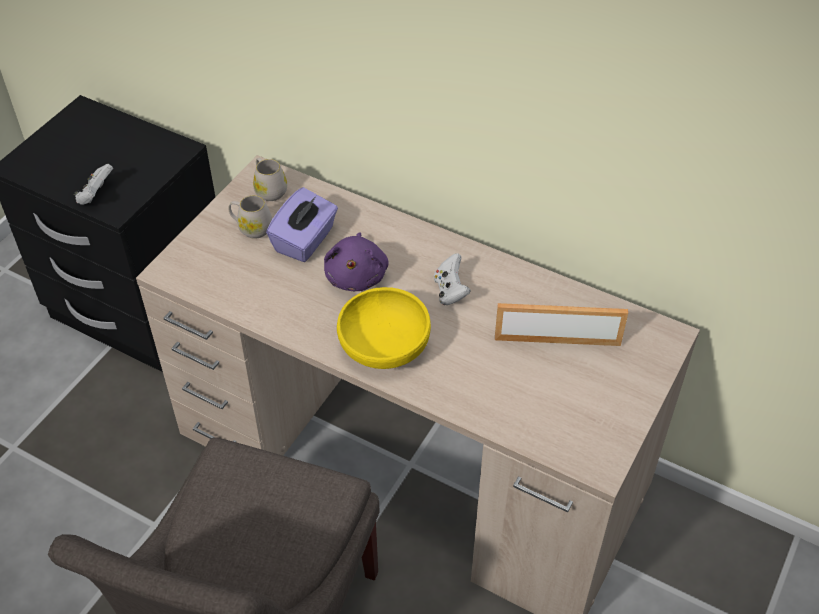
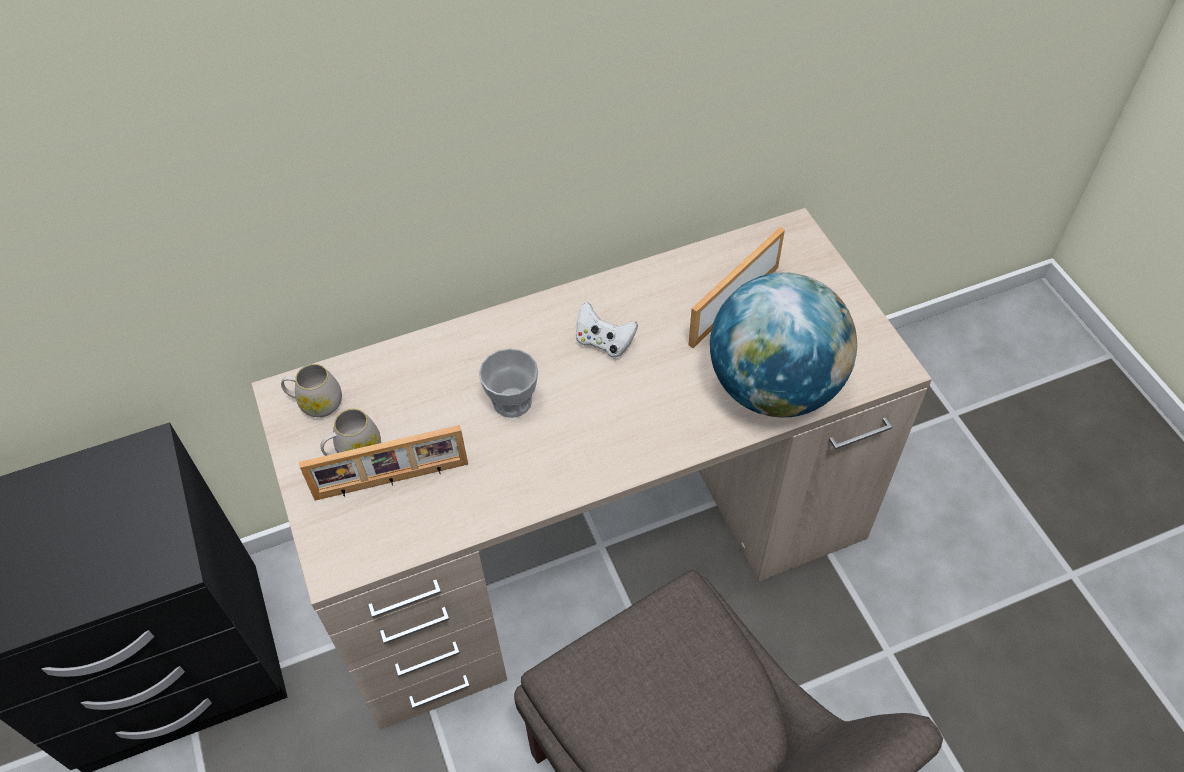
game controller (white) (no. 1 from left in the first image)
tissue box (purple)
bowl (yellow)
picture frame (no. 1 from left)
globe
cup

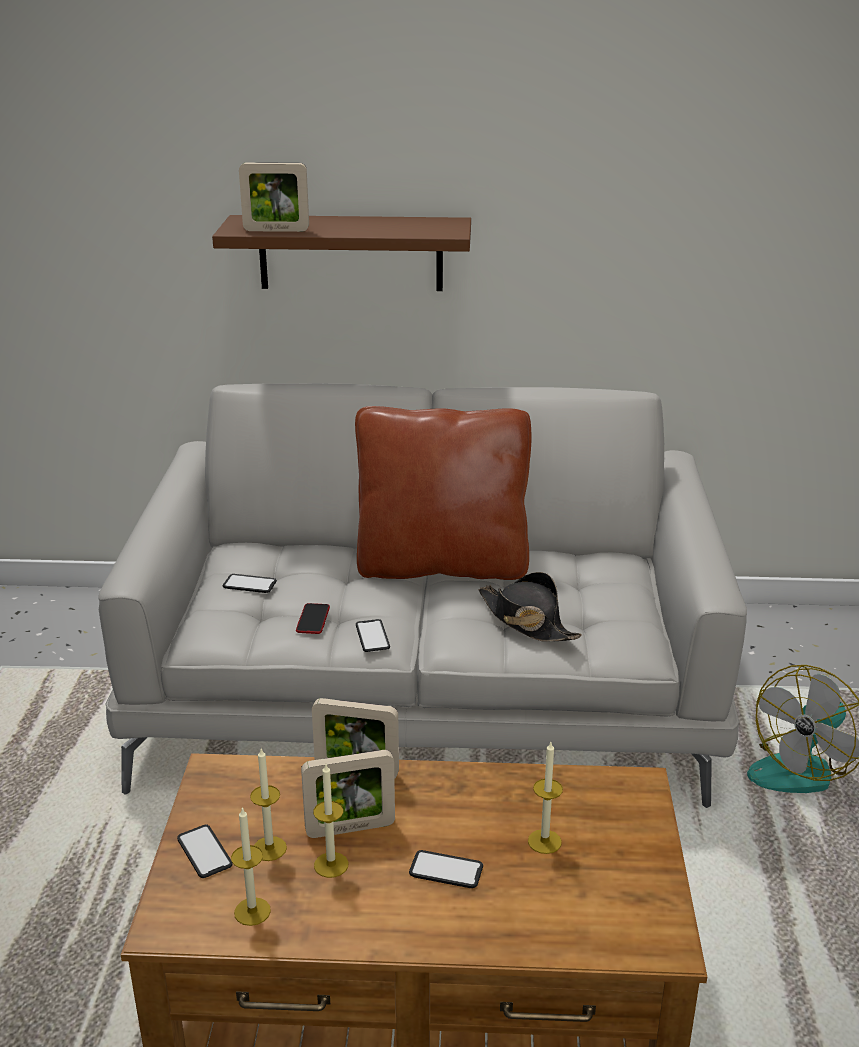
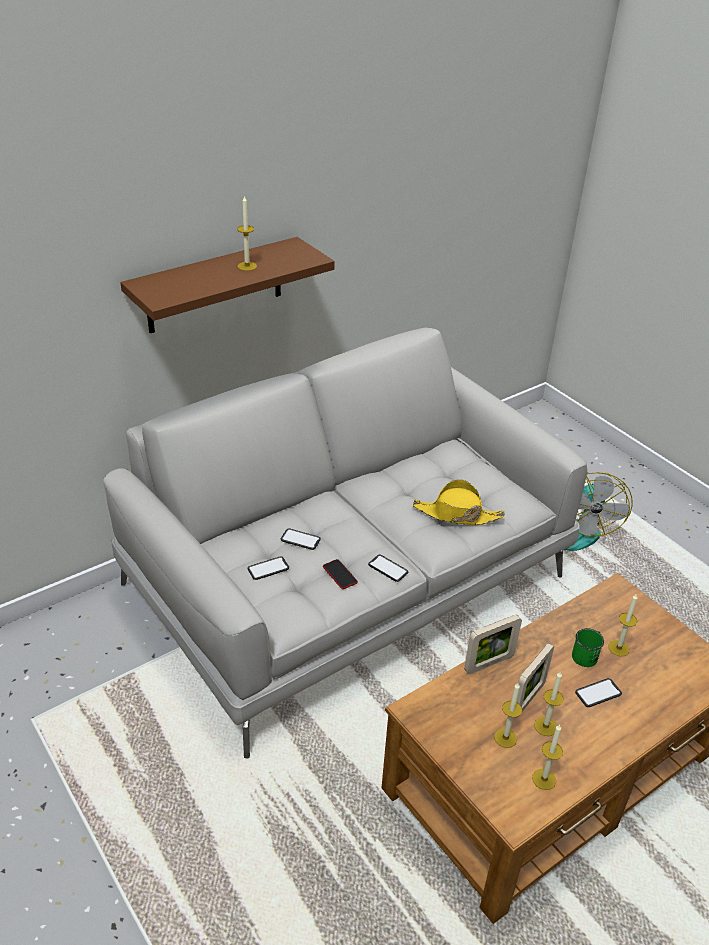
picture frame (no. 1 from left in the first image)
pillow (brown)
candle (no. 1 from left)
mug (green)
phone (no. 2 from left)
hat (yellow)

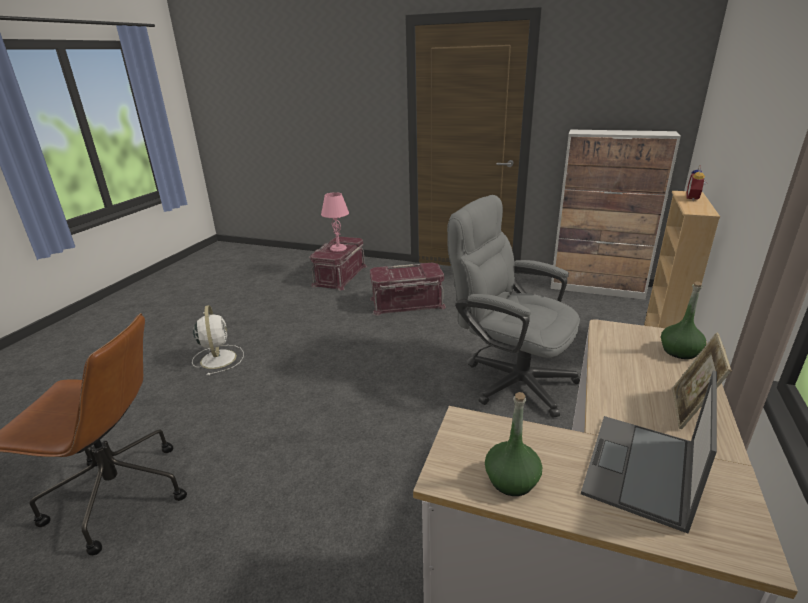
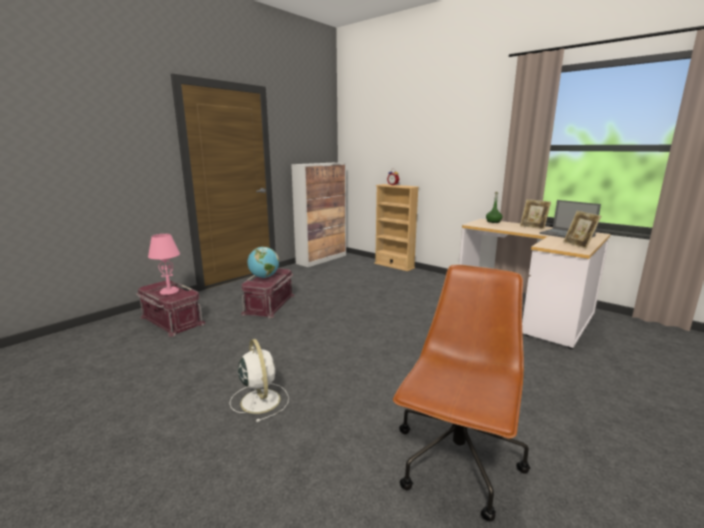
office chair (grey)
globe
picture frame (no. 2 from left)
fan (white)

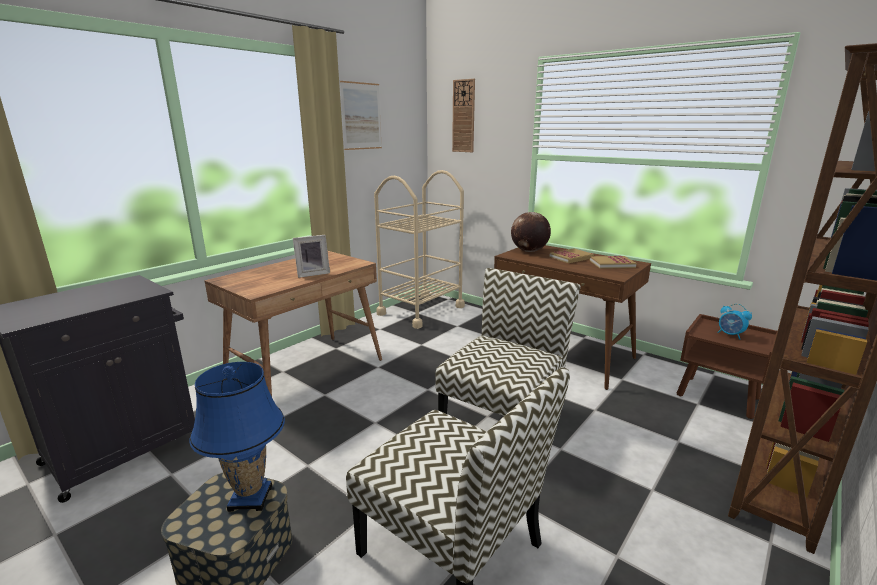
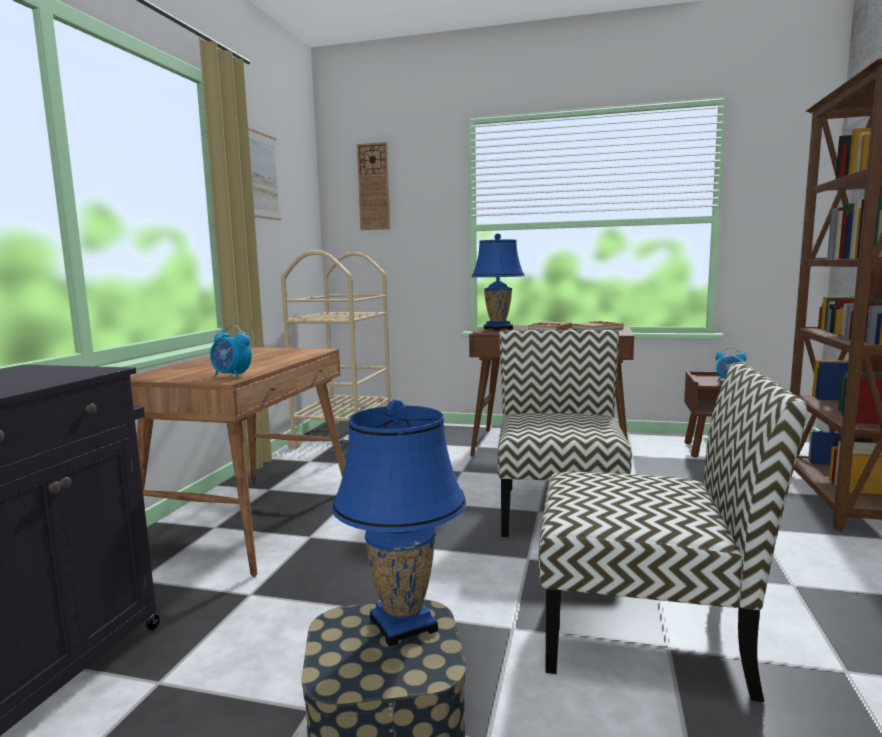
picture frame
alarm clock (no. 1 from left)
table lamp (blue) (no. 2 from left)

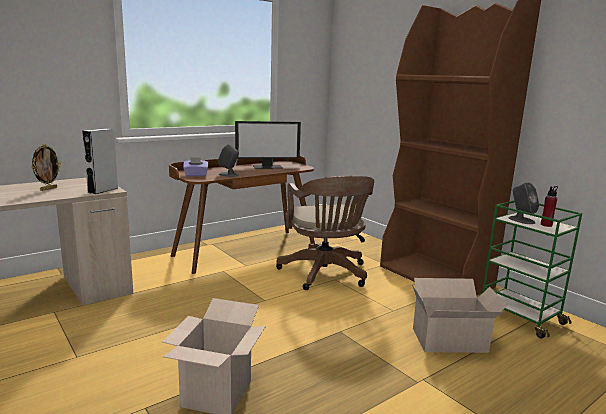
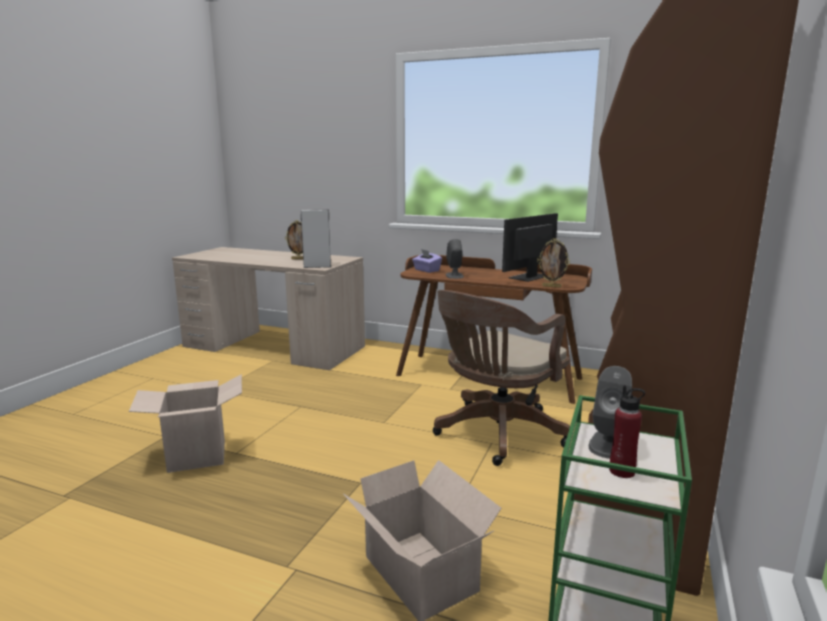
picture frame (no. 2 from left)
monitor

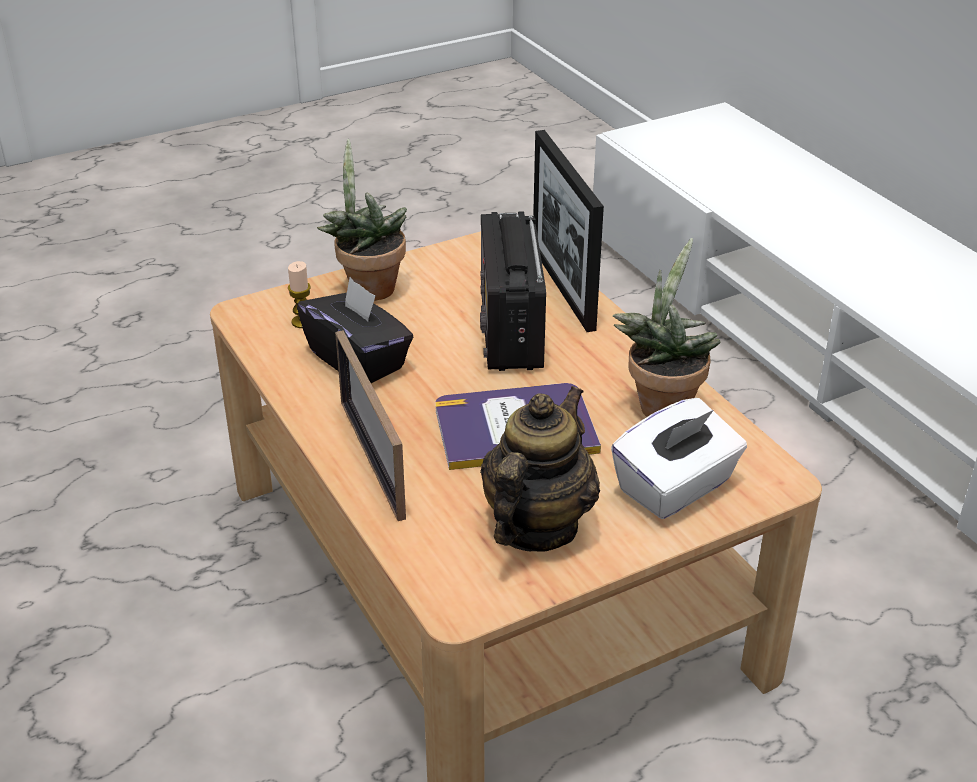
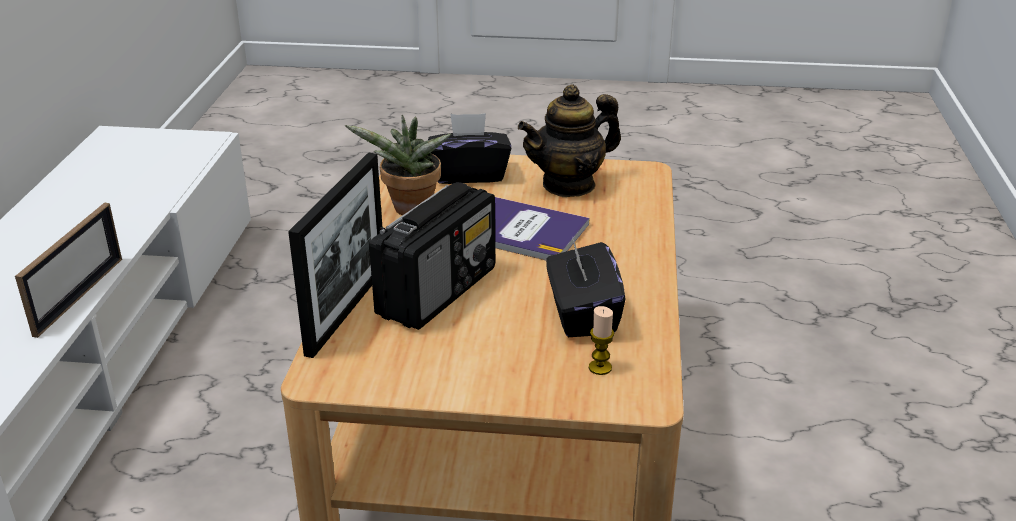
potted plant (no. 1 from left in the first image)
picture frame (no. 1 from left)
tissue box (black) (no. 1 from left)

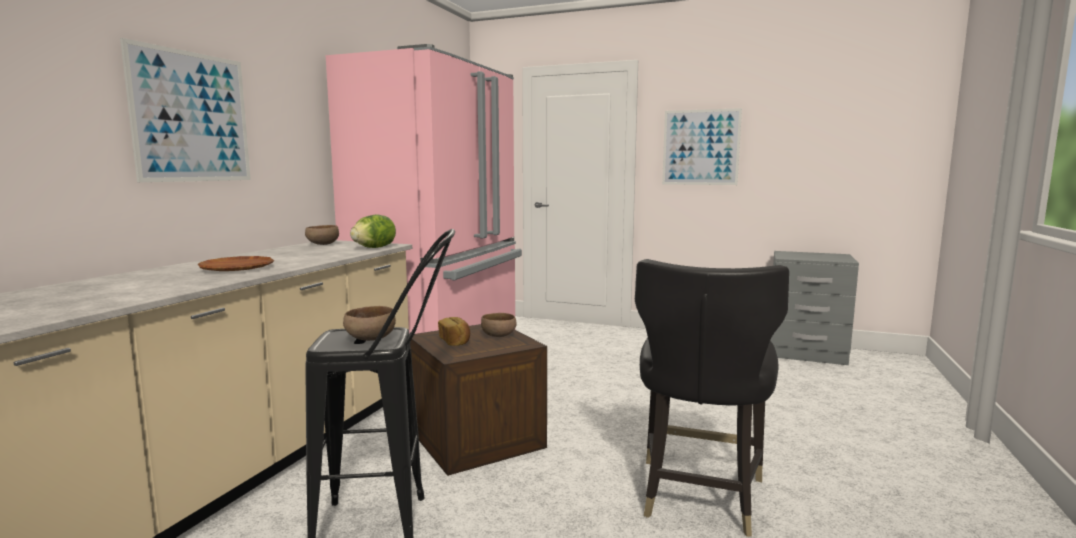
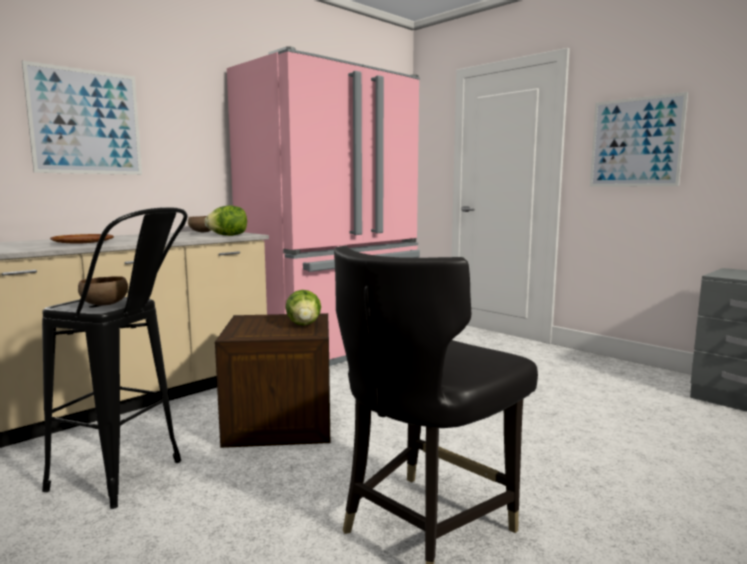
bread
lettuce (no. 2 from left)

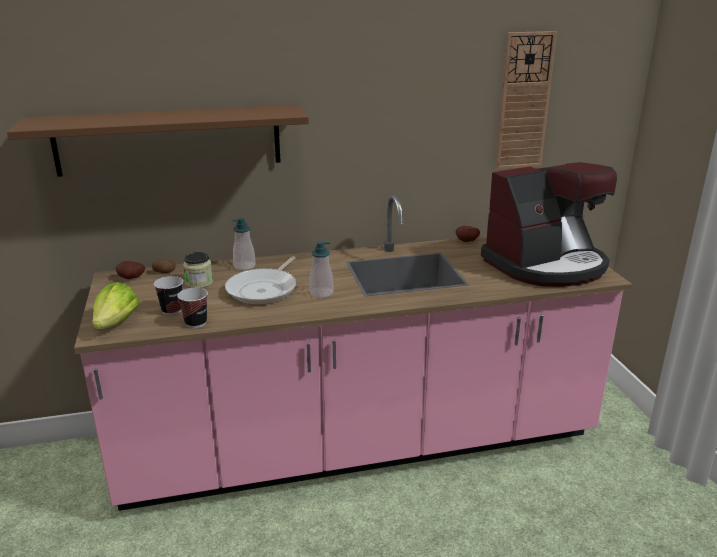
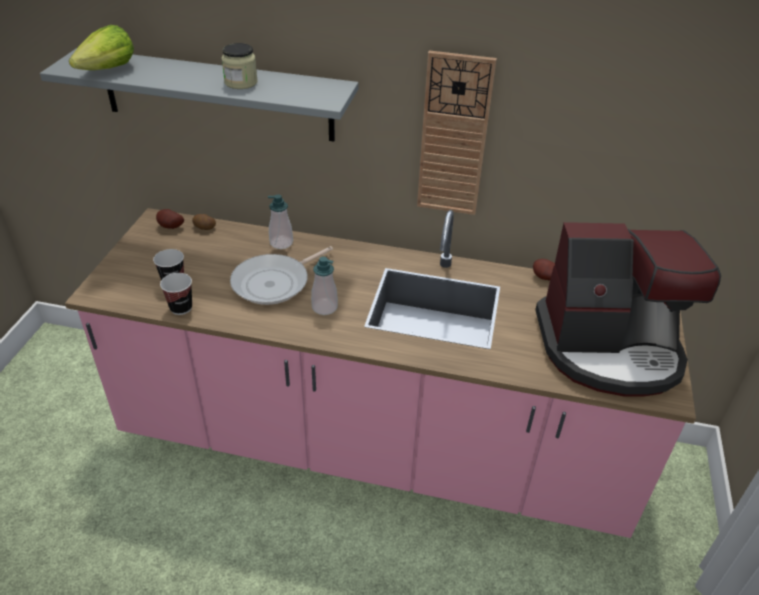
lettuce
jar
wall clock
shelf (grey)

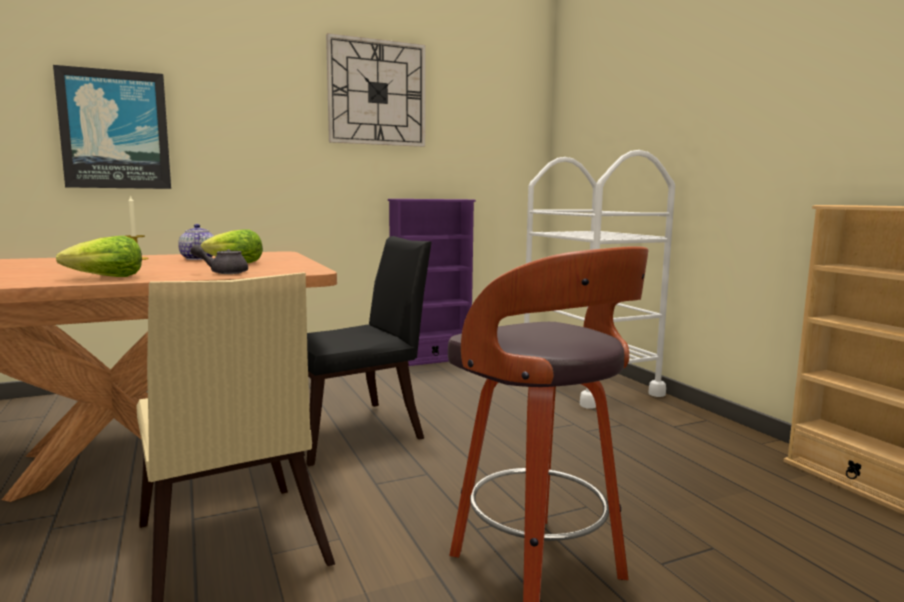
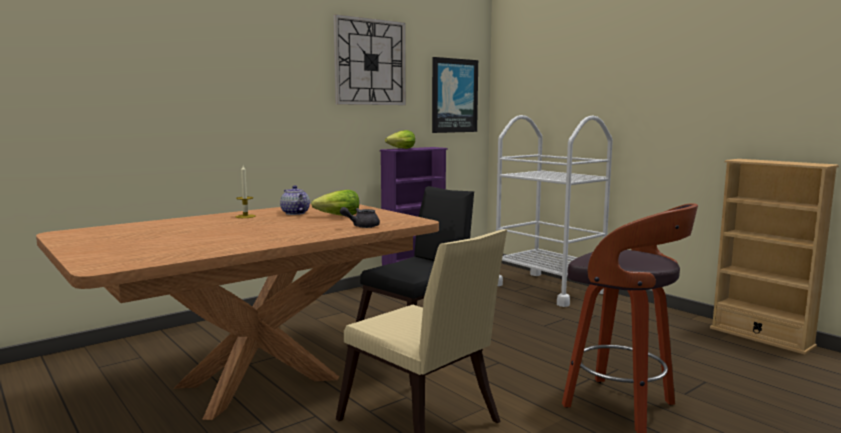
picture
lettuce (no. 2 from left)

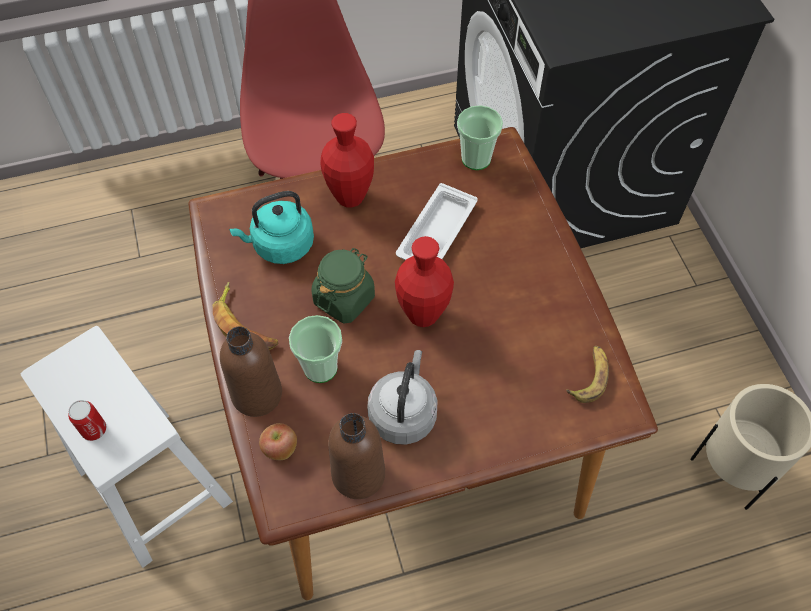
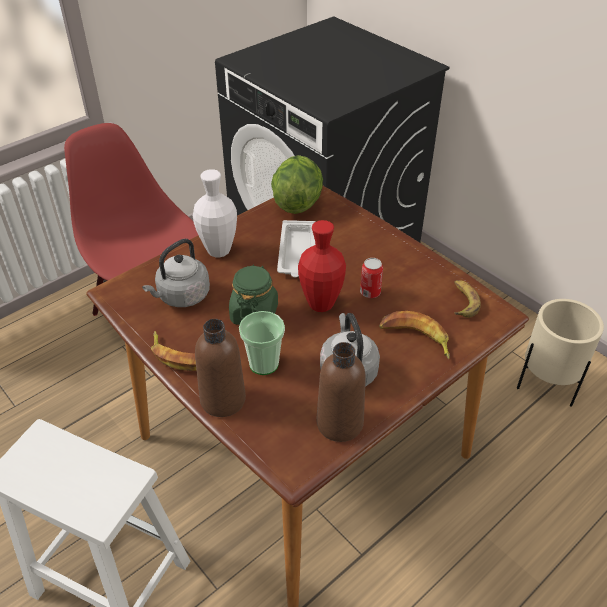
apple
banana (no. 2 from left)
can
lettuce
kettle (grey) (no. 1 from left)
vase (white)

